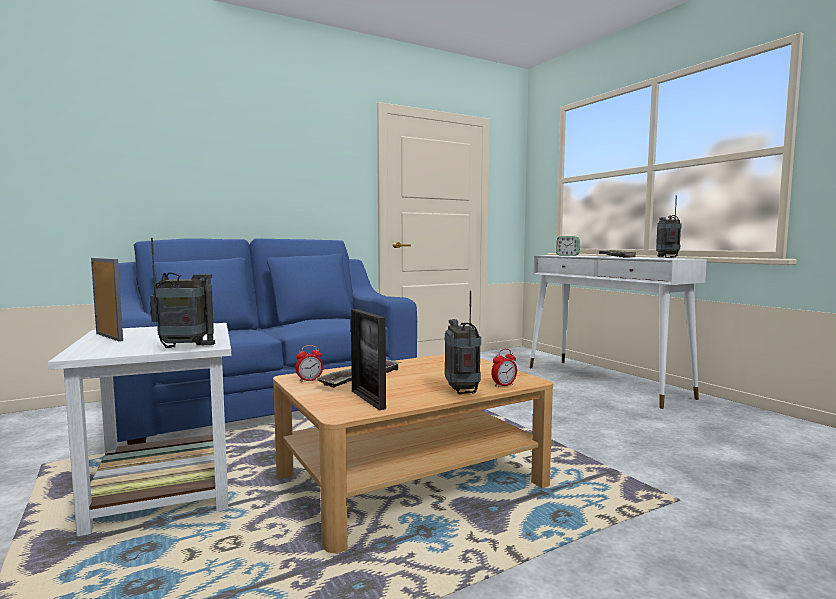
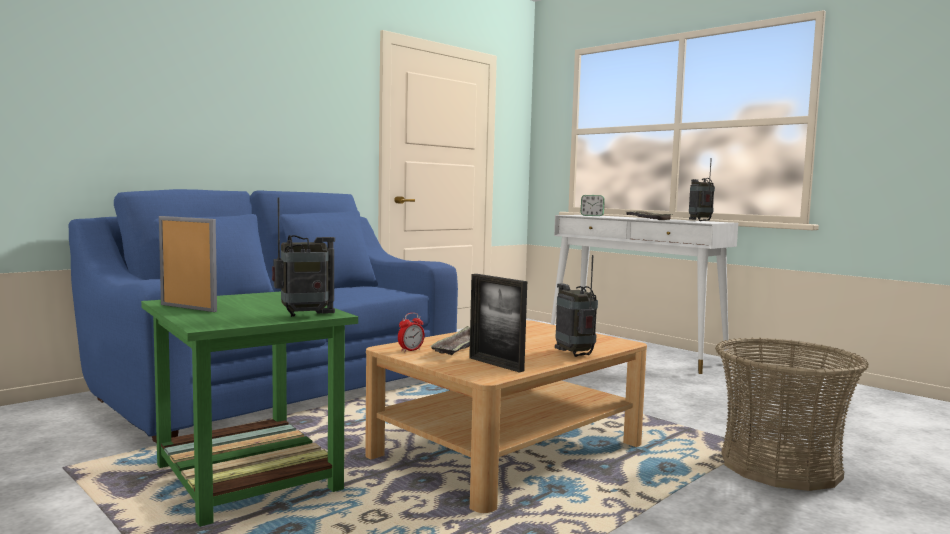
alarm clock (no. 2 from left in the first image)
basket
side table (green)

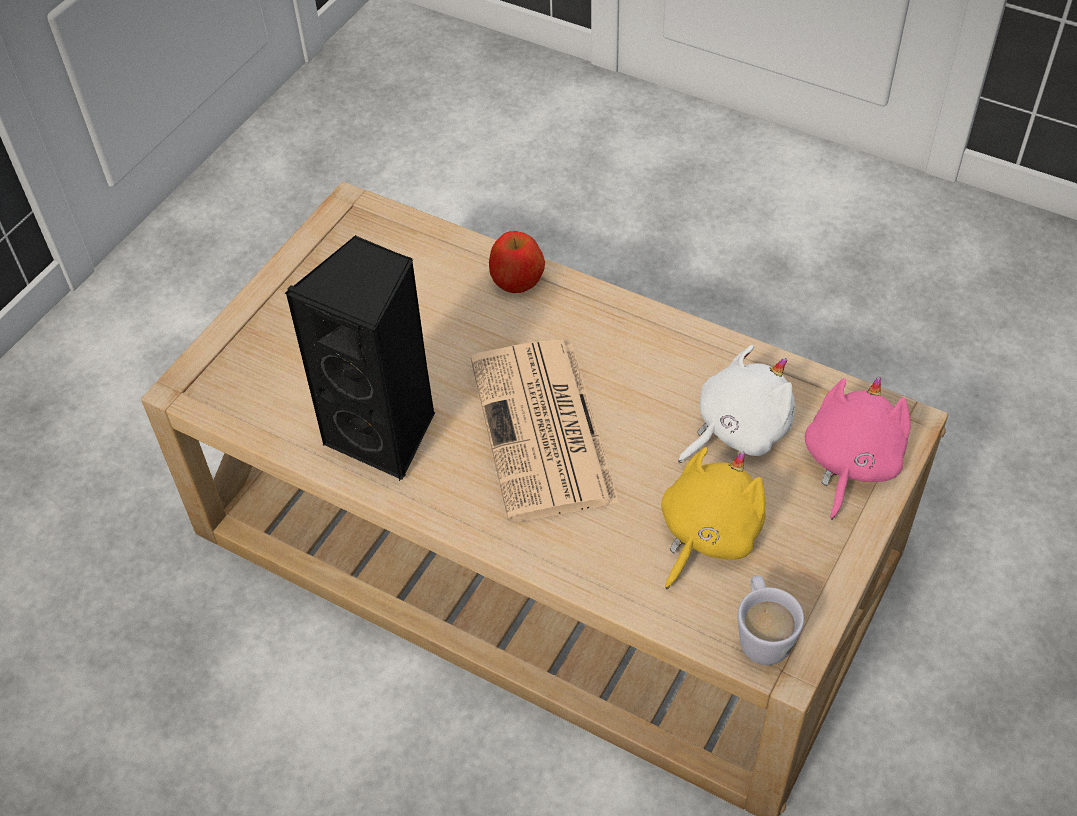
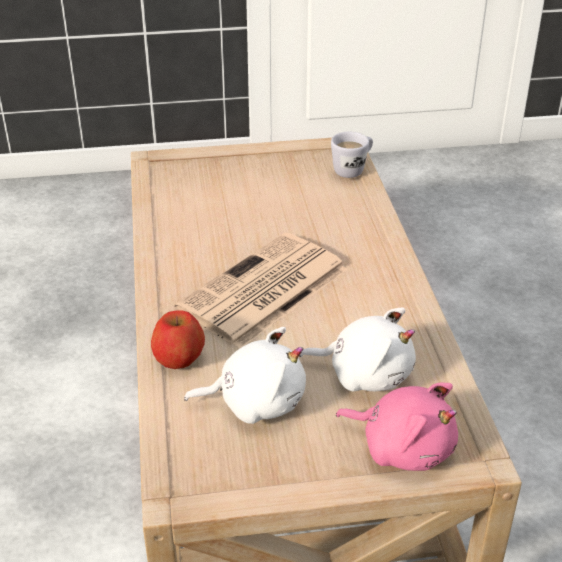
speaker (black)
apple
mug (white)
plush toy (white) (no. 1 from left)
plush toy (pink)

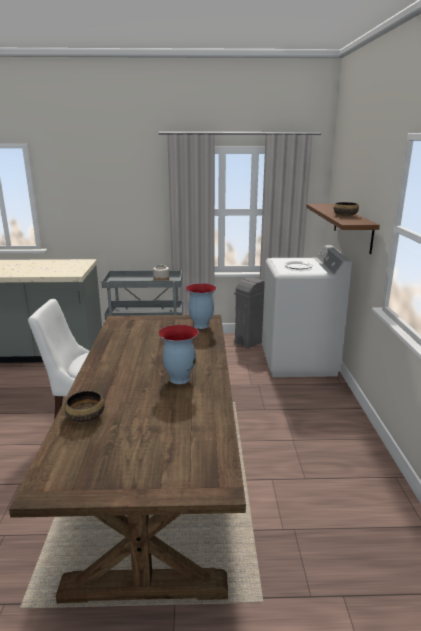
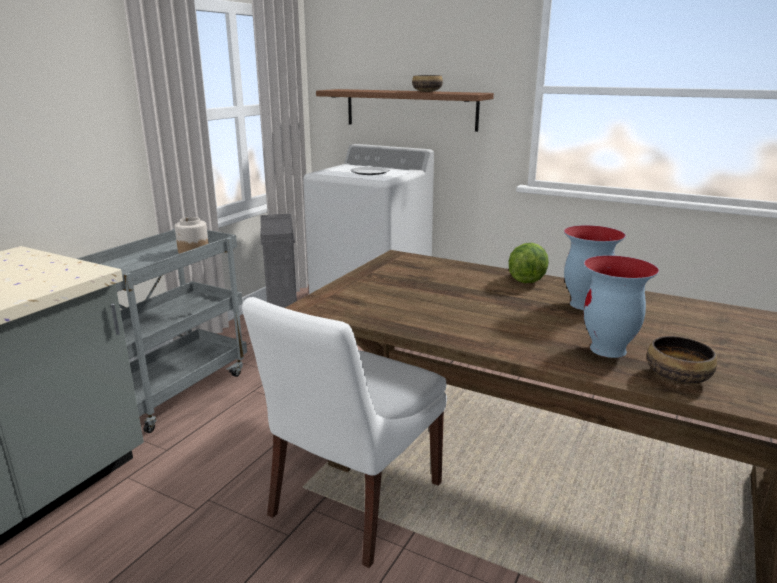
lettuce
vase (no. 2 from left)

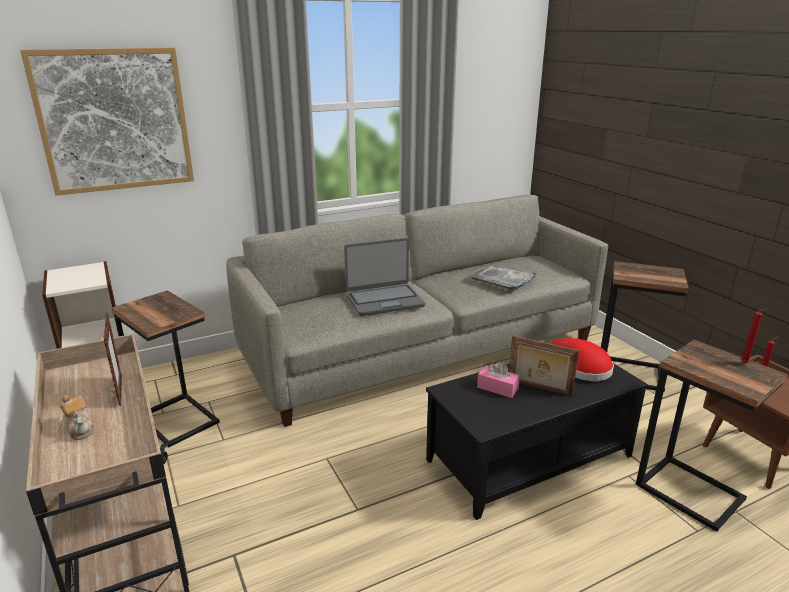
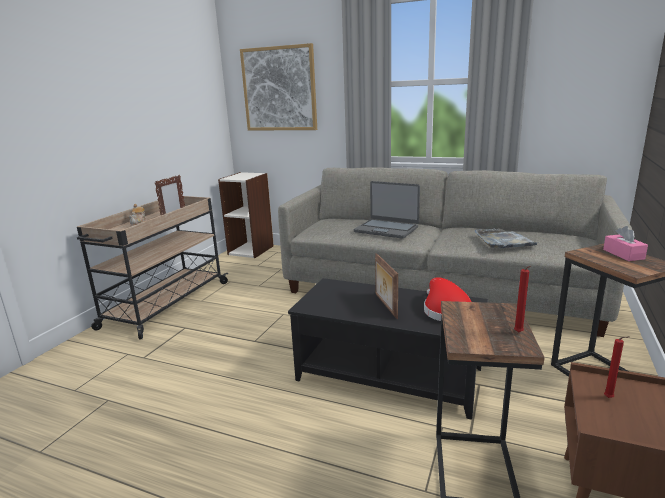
side table (no. 1 from left in the first image)
tissue box (pink)

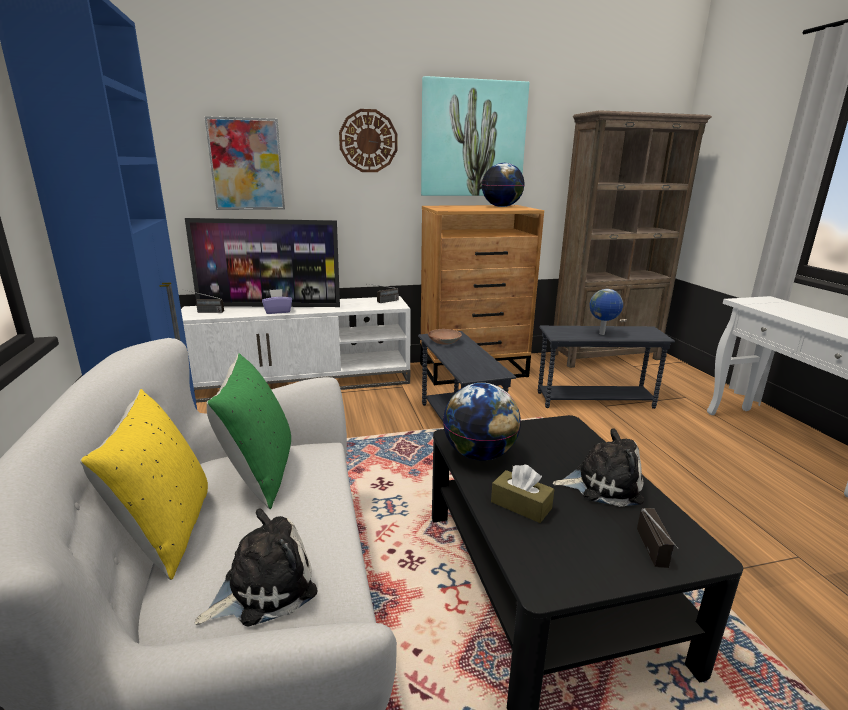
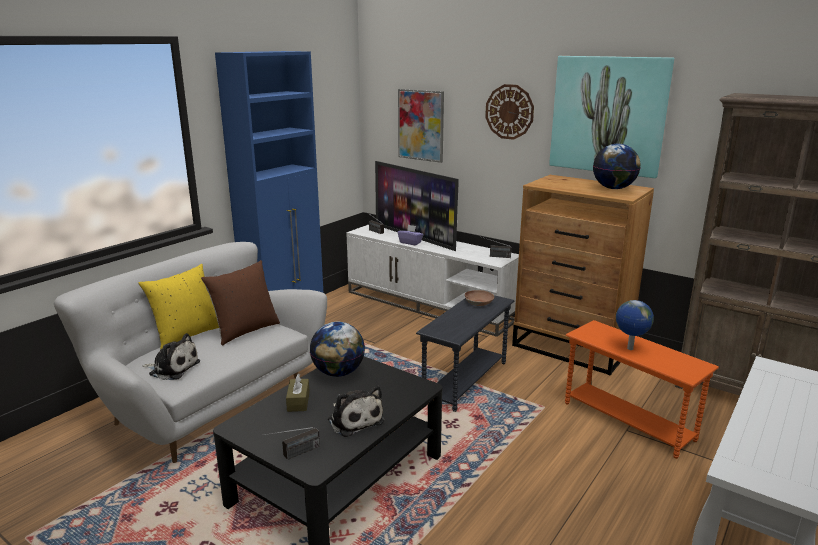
pillow (brown)
side table (orange)

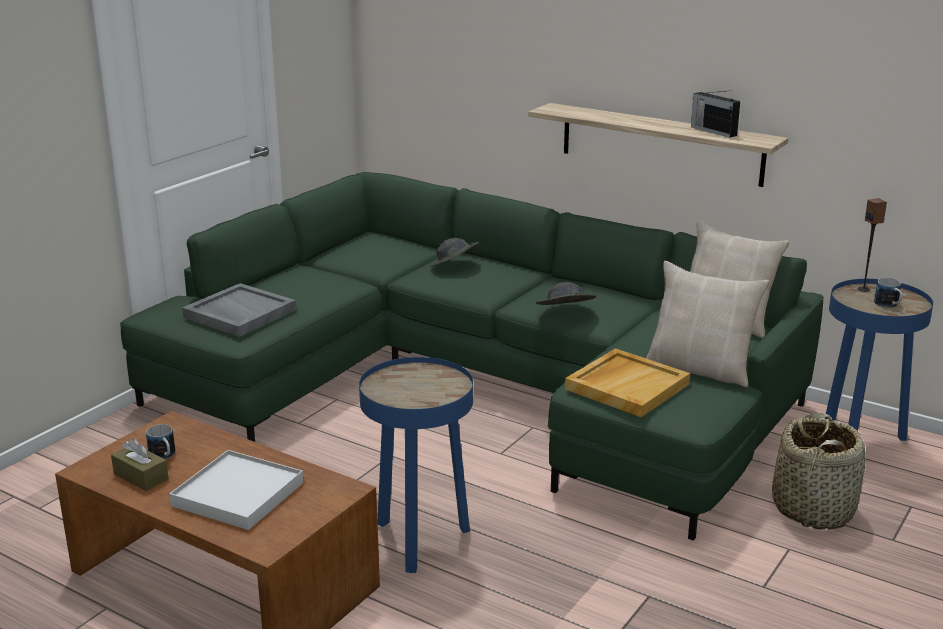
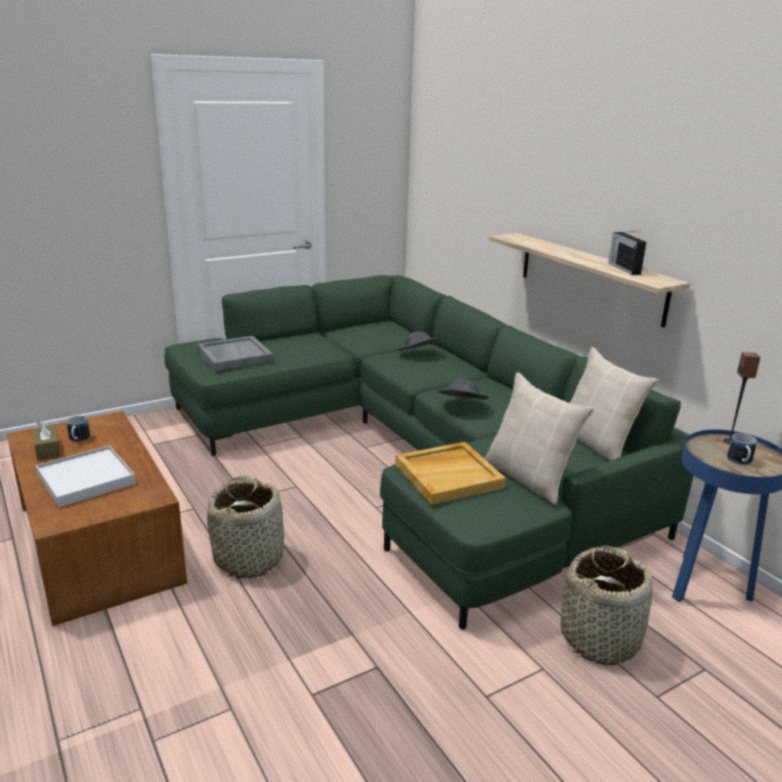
basket (no. 1 from left)

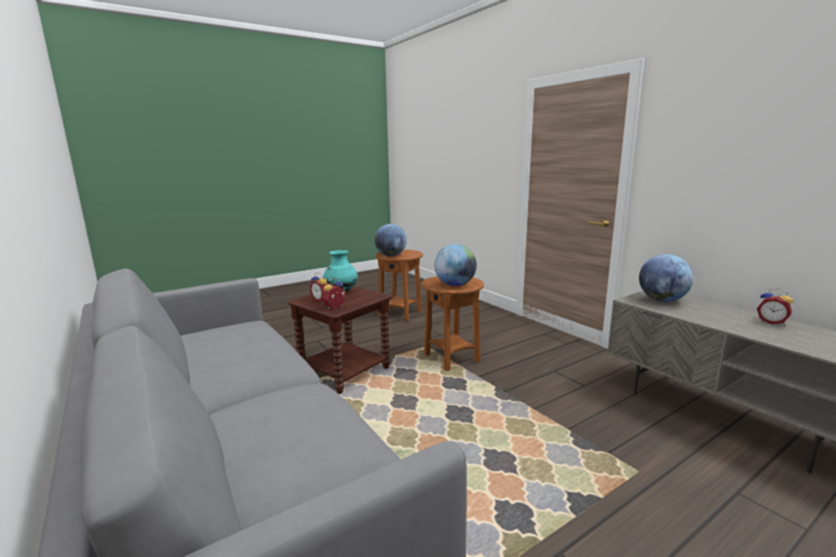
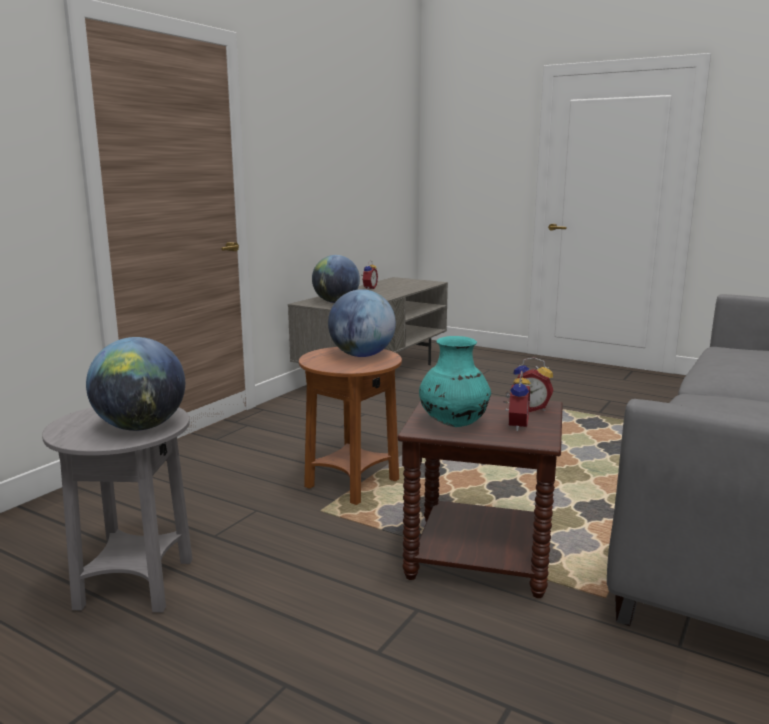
side table (grey)

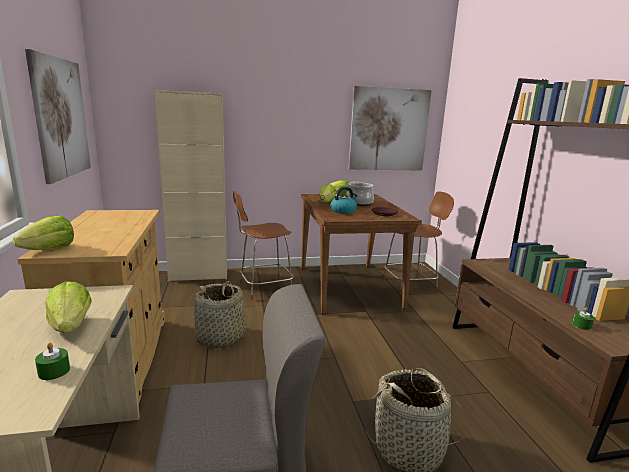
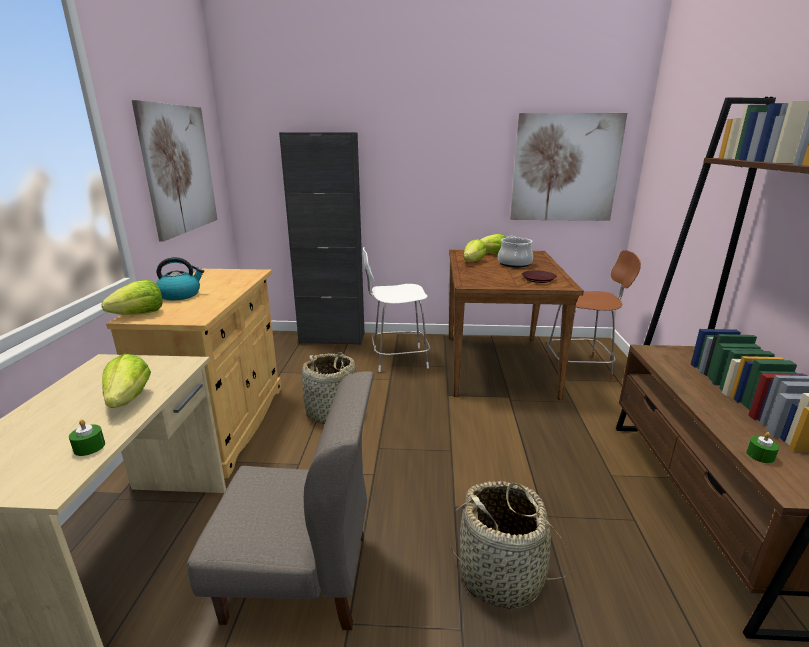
kettle
cabinet (black)
stool (white)

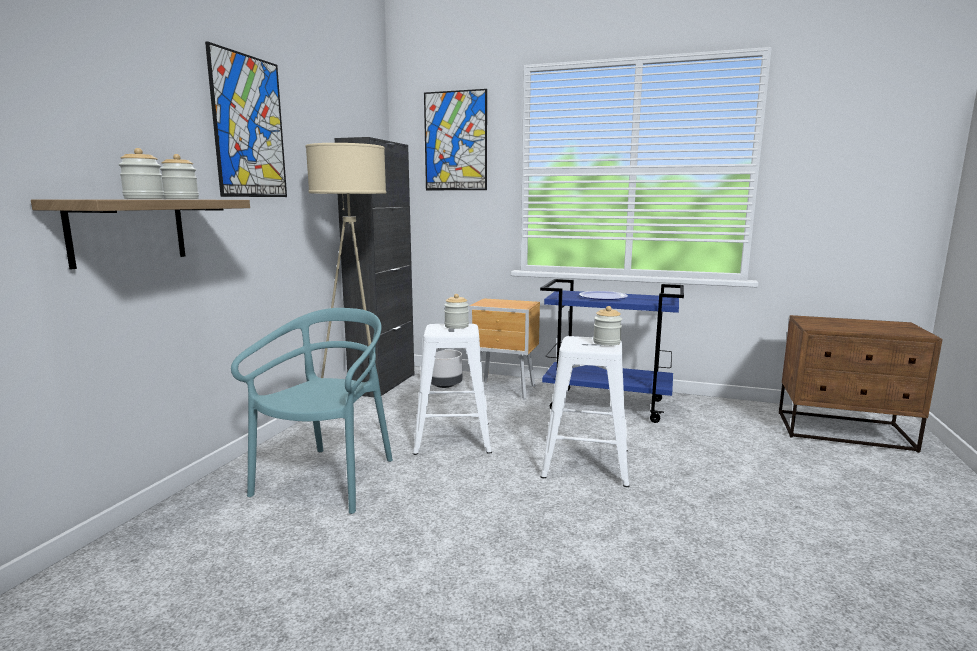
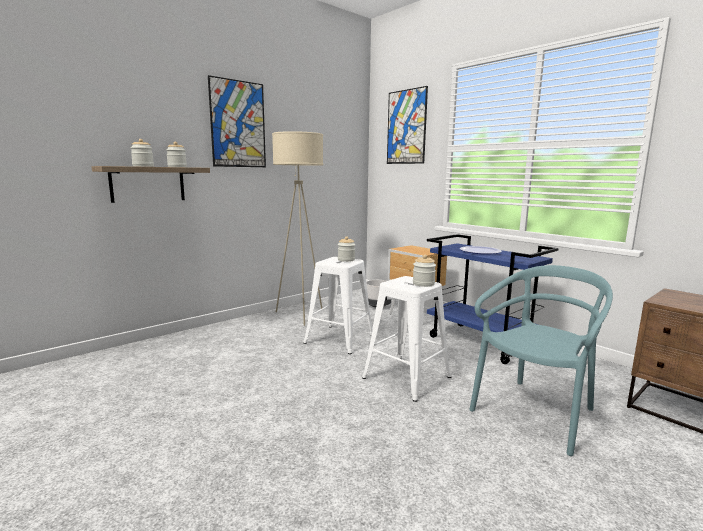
cabinet (black)
chair (turquoise)

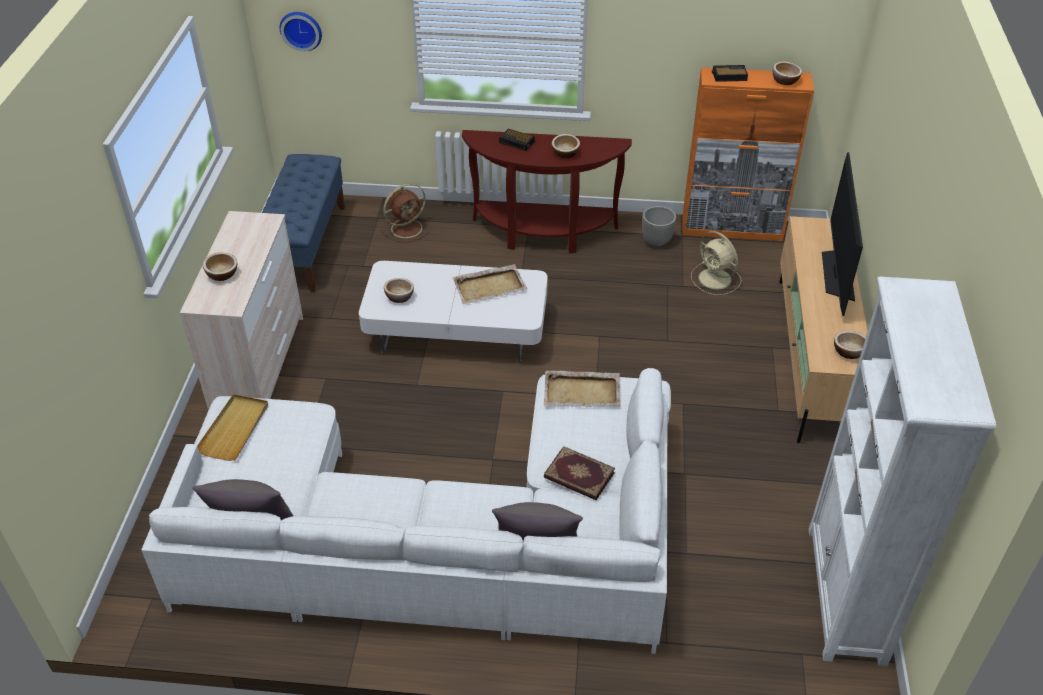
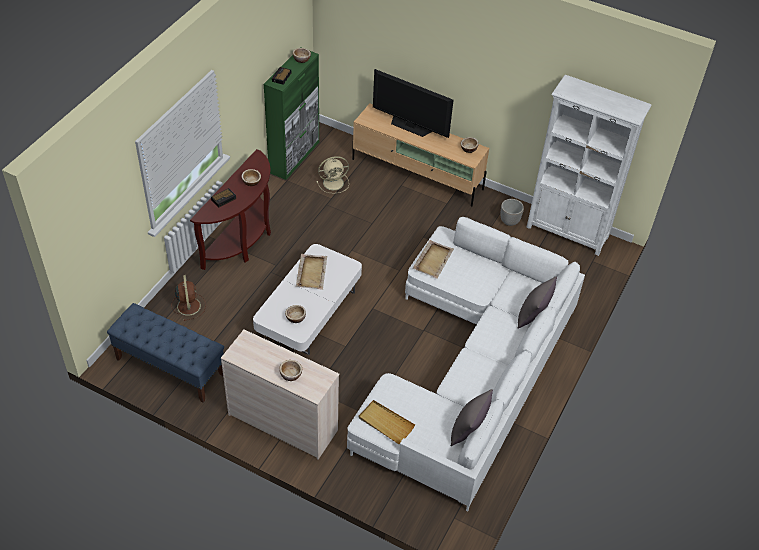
wall clock
book
planter
cabinet (green)

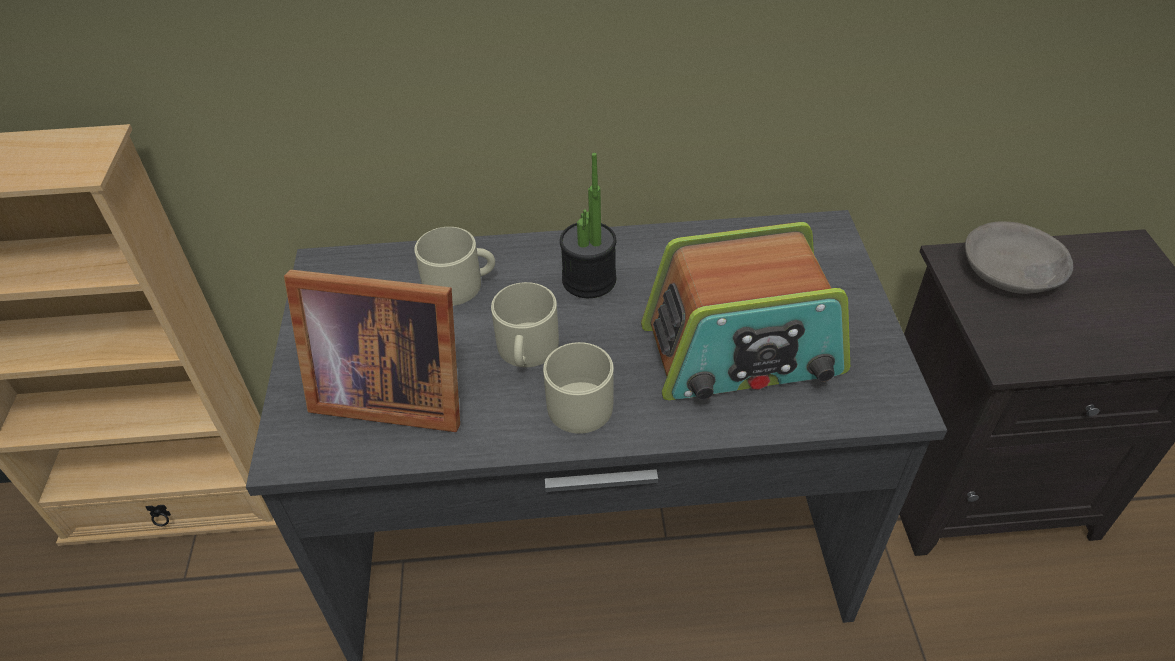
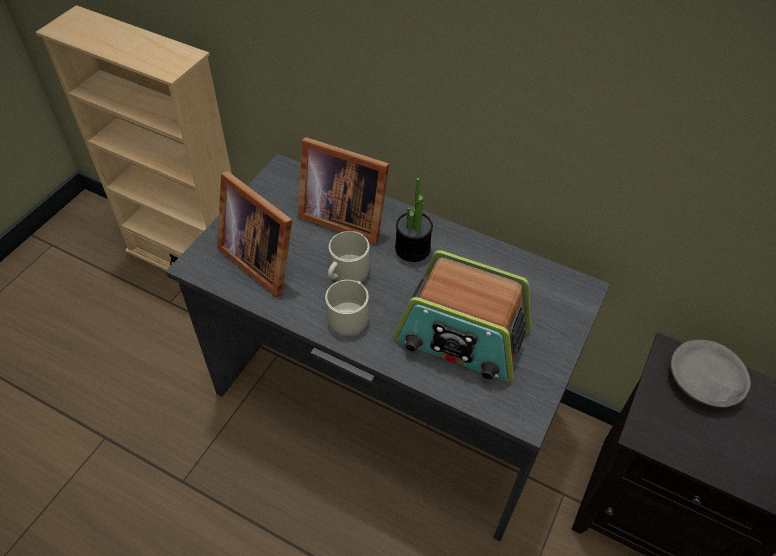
picture frame (no. 2 from left)

